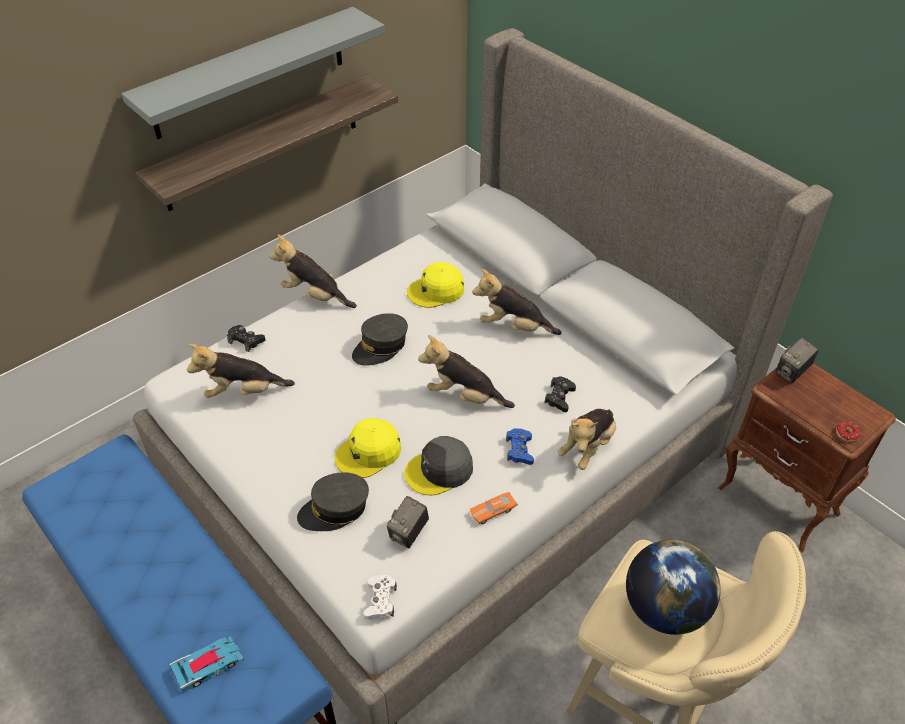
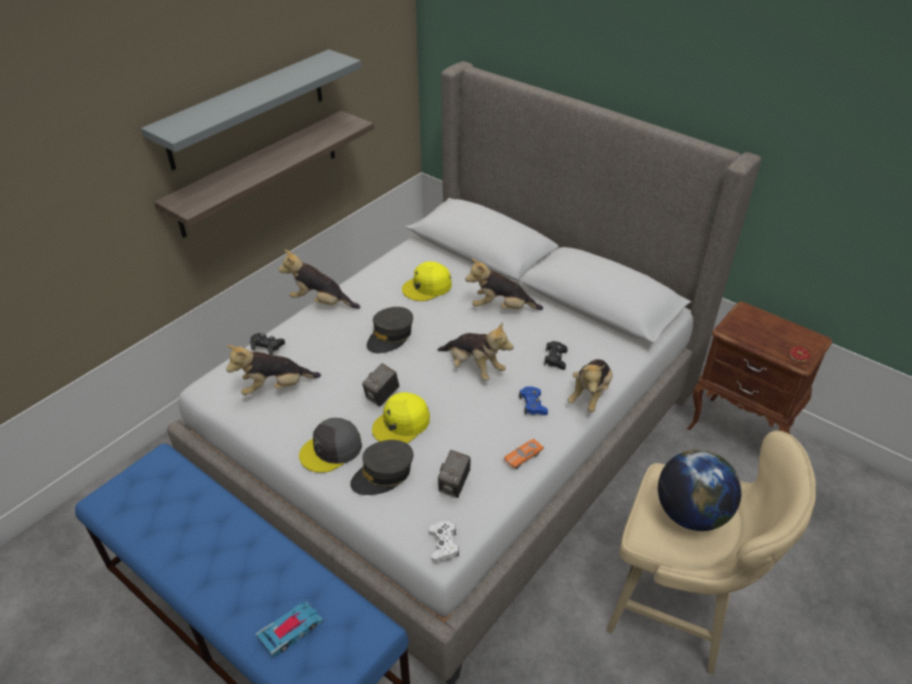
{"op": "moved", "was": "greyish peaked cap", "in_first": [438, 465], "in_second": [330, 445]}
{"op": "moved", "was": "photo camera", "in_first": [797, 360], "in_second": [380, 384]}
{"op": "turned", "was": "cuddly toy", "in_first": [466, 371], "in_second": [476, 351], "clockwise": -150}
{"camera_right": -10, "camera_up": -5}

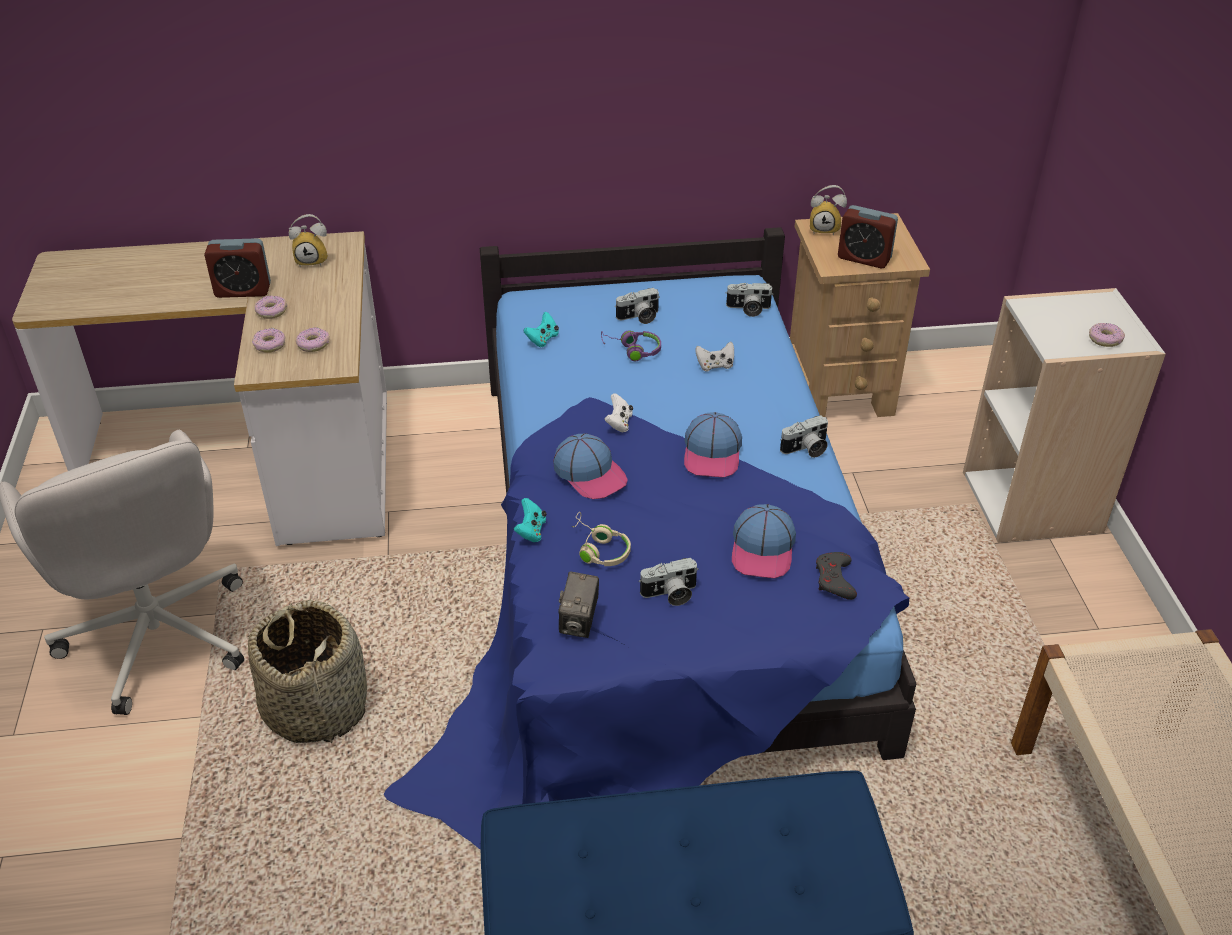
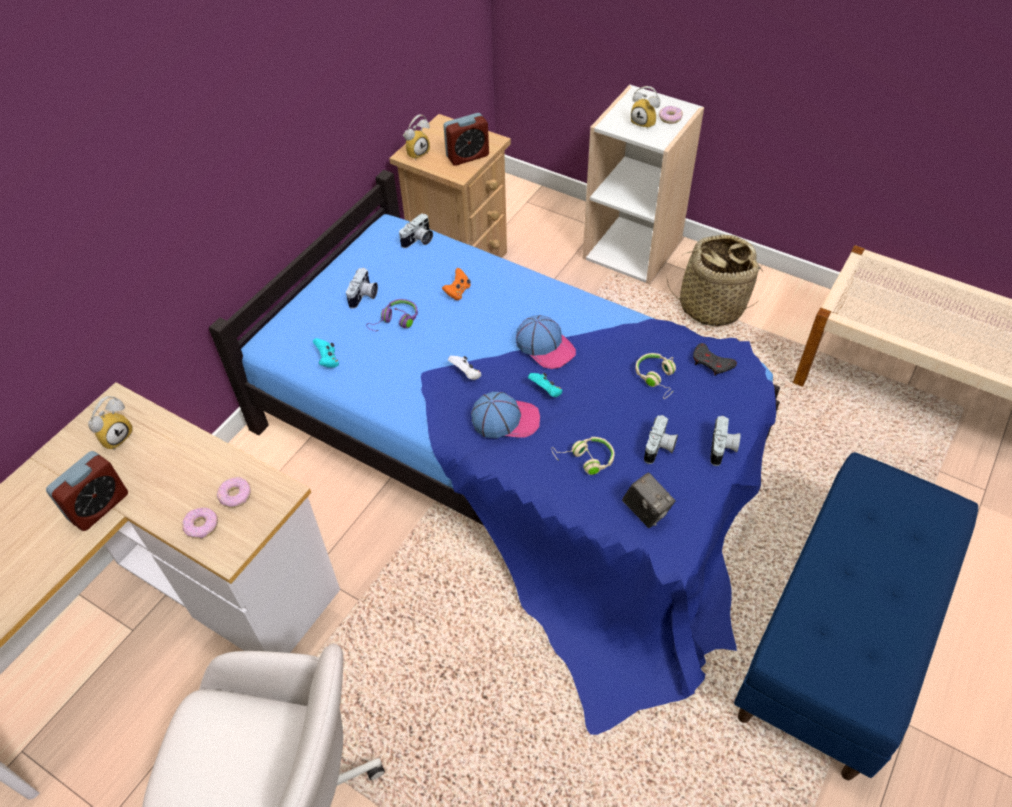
{"op": "recoloured", "was": "white-coloured gamepad", "now": "orange gamepad", "in_first": [714, 357], "in_second": [456, 284]}
{"op": "moved", "was": "turquoise gamepad", "in_first": [530, 520], "in_second": [545, 385]}
{"op": "added", "now": "alarm clock", "in_second": [645, 107]}
{"op": "replaced", "was": "peaked cap", "now": "beige headset", "in_first": [764, 541], "in_second": [655, 376]}
{"op": "moved", "was": "household basket", "in_first": [307, 671], "in_second": [715, 280]}
{"op": "moved", "was": "photo camera", "in_first": [804, 436], "in_second": [725, 441]}
{"op": "removed", "was": "doughnut", "in_first": [271, 307]}
{"camera_right": -50, "camera_up": 10}

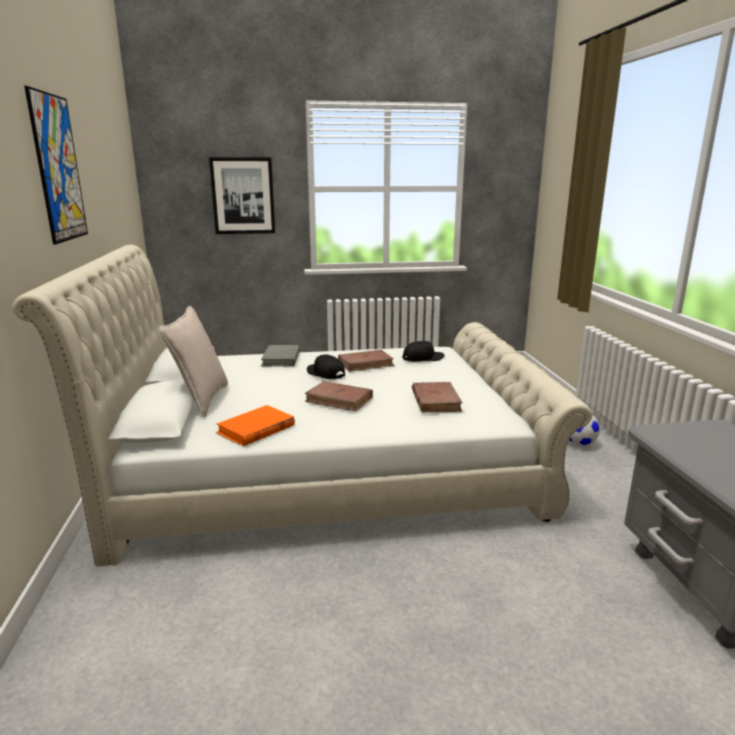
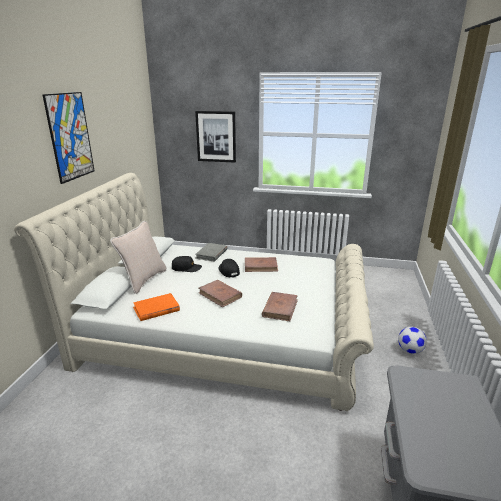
{"op": "moved", "was": "black-coloured peaked cap", "in_first": [423, 351], "in_second": [187, 264]}
{"camera_right": 20, "camera_up": 5}

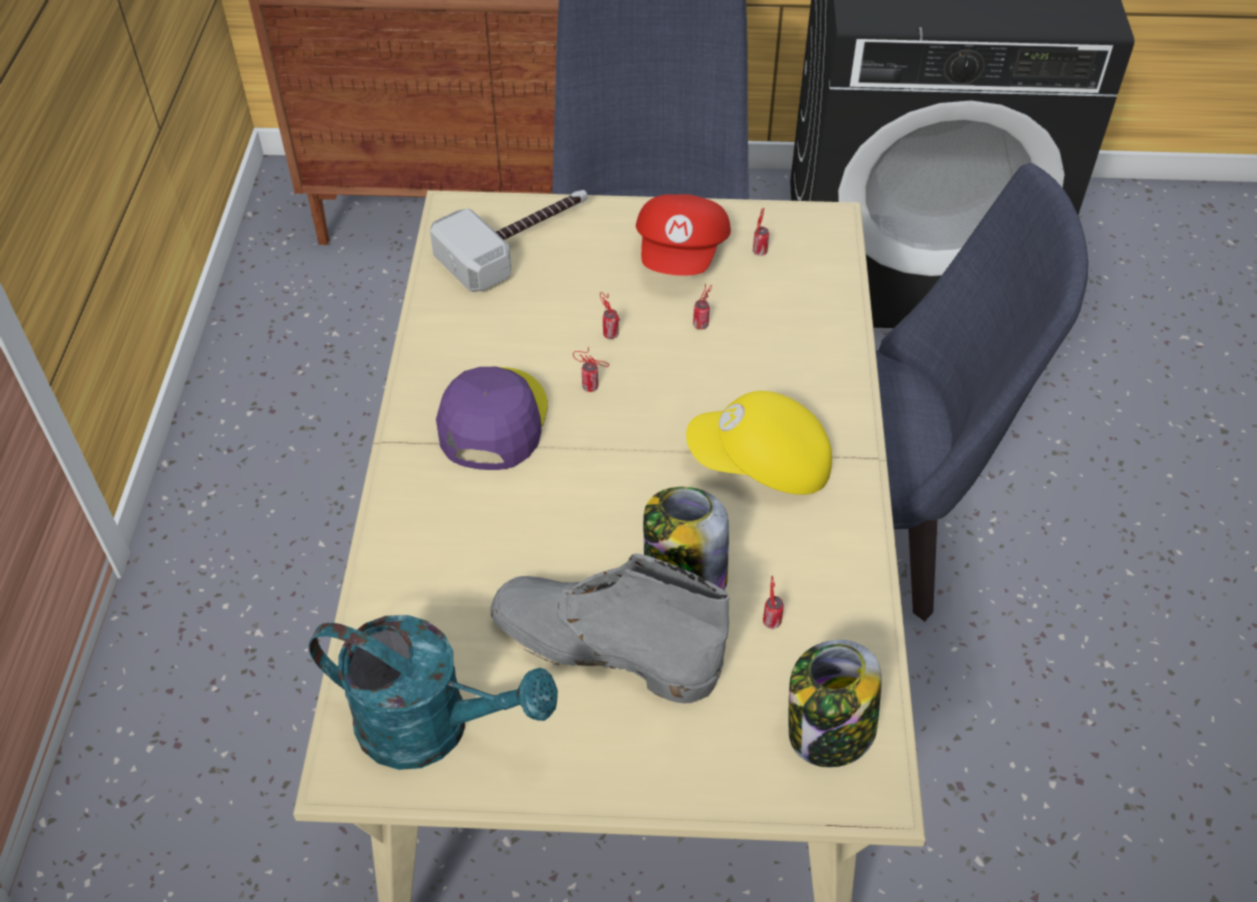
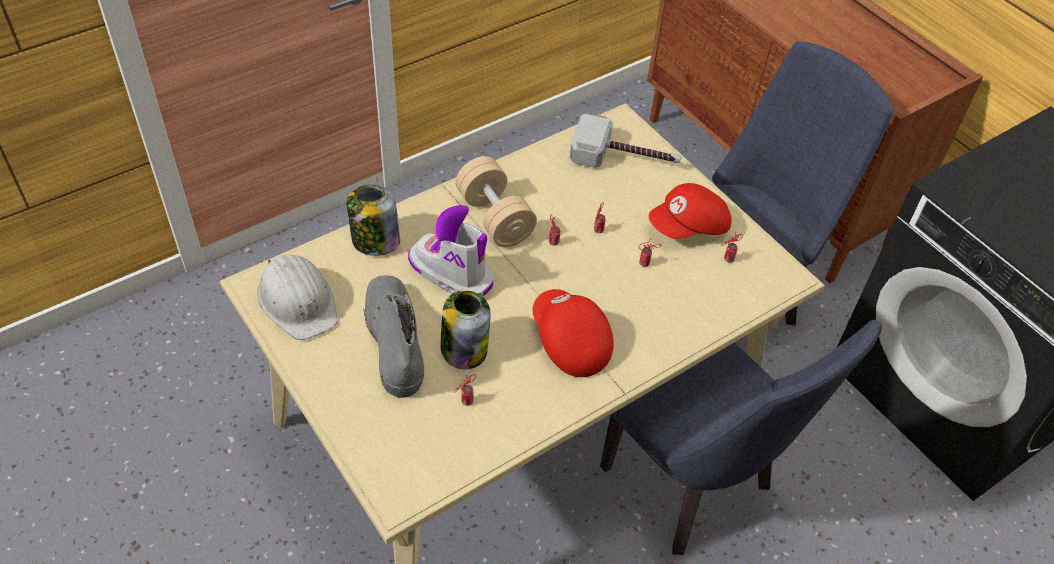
{"op": "replaced", "was": "turquoise sprinkling can", "now": "white-coloured safety helmet", "in_first": [433, 692], "in_second": [297, 297]}
{"op": "moved", "was": "preserve jar", "in_first": [835, 703], "in_second": [373, 220]}
{"op": "added", "now": "high-top boot", "in_second": [451, 251]}
{"op": "replaced", "was": "purplish peaked cap", "now": "beige hand weight", "in_first": [492, 418], "in_second": [496, 201]}
{"op": "recoloured", "was": "yellow peaked cap", "now": "red-coloured peaked cap", "in_first": [759, 443], "in_second": [573, 333]}
{"camera_right": 50, "camera_up": 0}

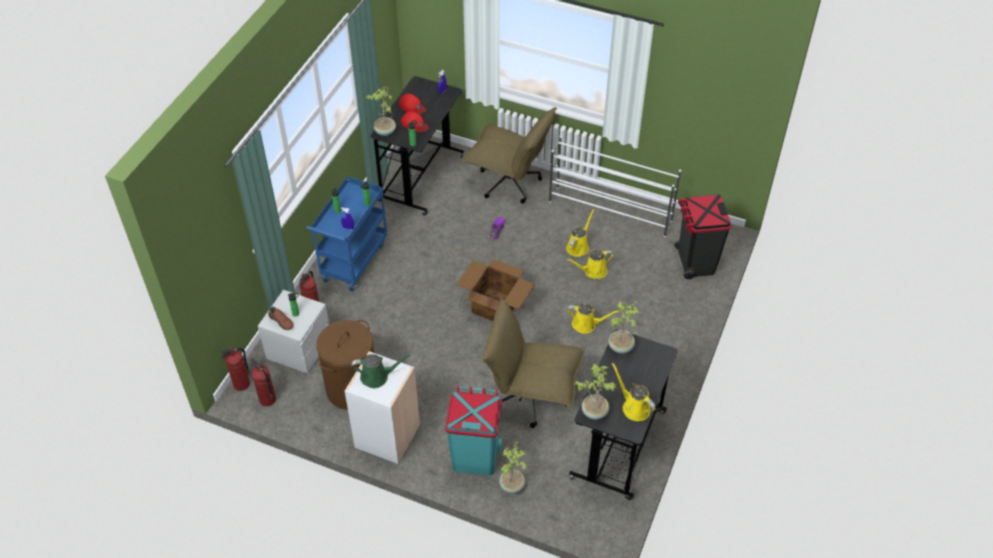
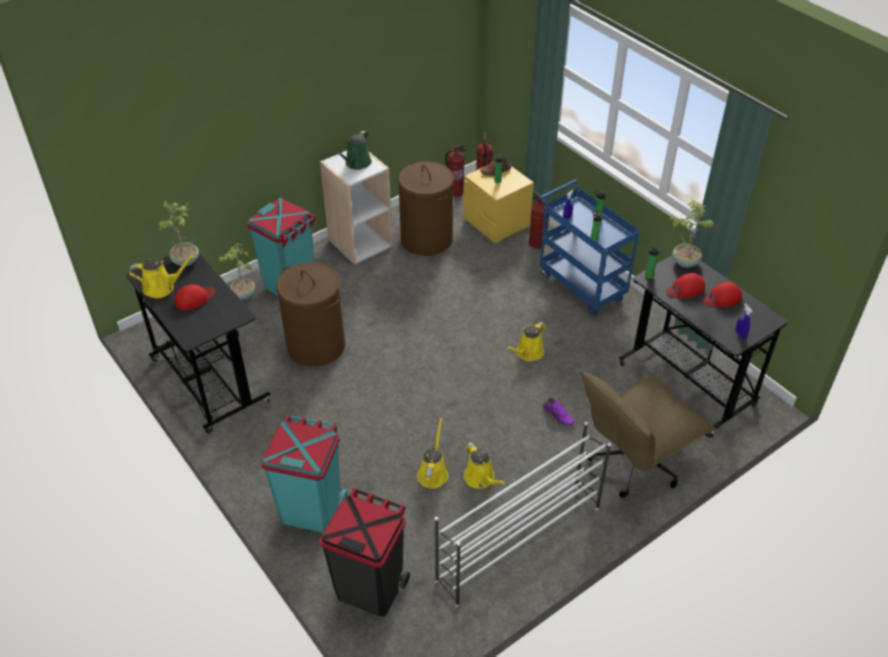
{"op": "added", "now": "red-coloured peaked cap", "in_second": [195, 297]}
{"op": "added", "now": "turquoise waste bin", "in_second": [304, 473]}
{"op": "replaced", "was": "beige desk chair", "now": "brownish washing basket", "in_first": [533, 362], "in_second": [311, 315]}
{"op": "recoloured", "was": "white-coloured night table", "now": "yellow night table", "in_first": [293, 331], "in_second": [499, 204]}
{"op": "moved", "was": "yellow sprinkling can", "in_first": [593, 319], "in_second": [526, 341]}
{"op": "removed", "was": "cardboard box", "in_first": [495, 290]}
{"op": "removed", "was": "plant in a pot", "in_first": [624, 327]}
{"camera_right": 120, "camera_up": -5}

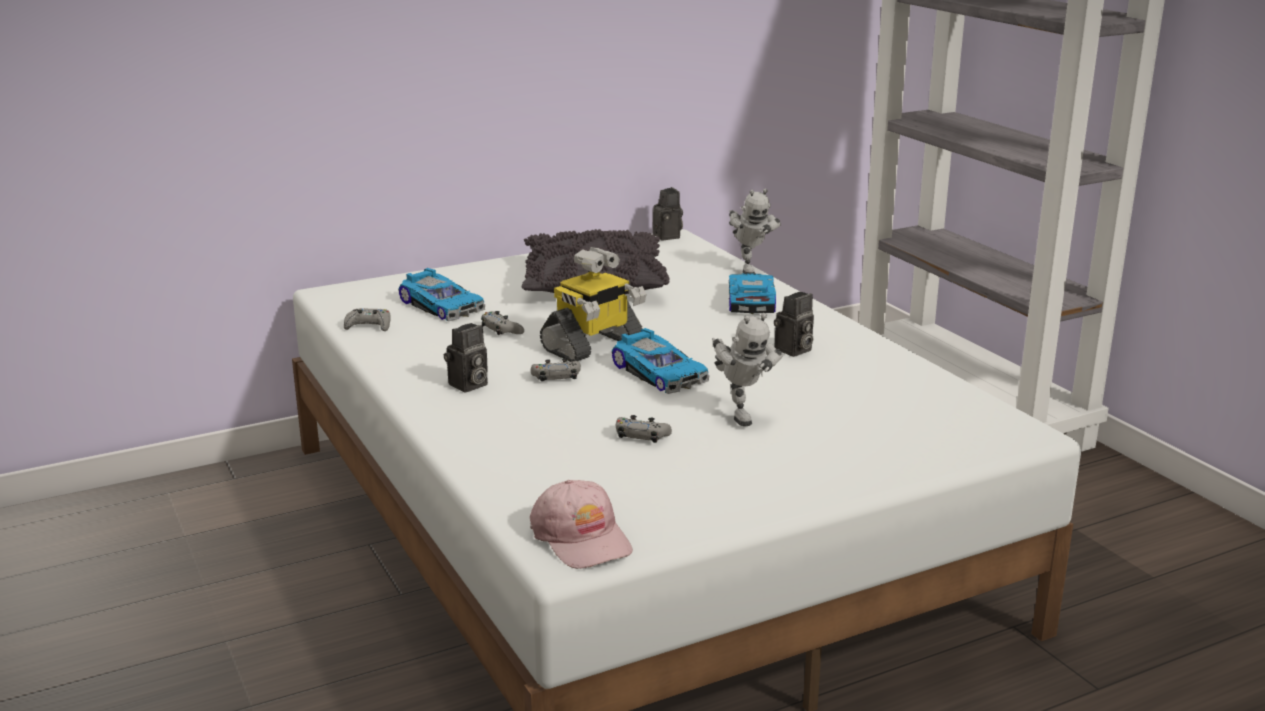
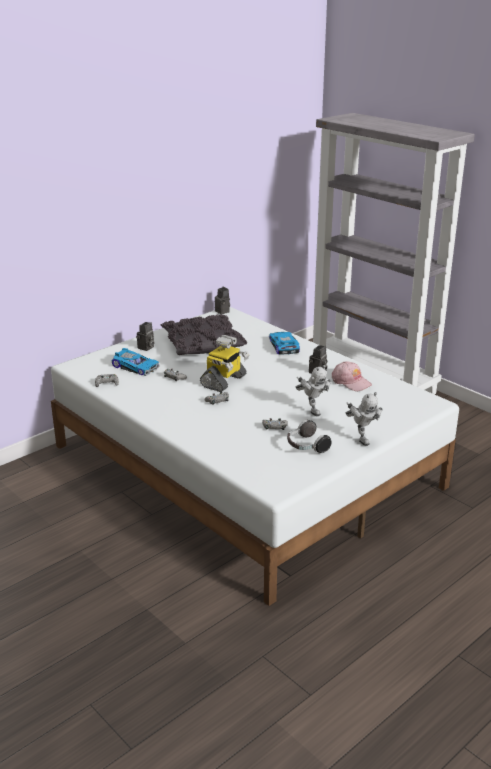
{"op": "moved", "was": "photo camera", "in_first": [466, 357], "in_second": [145, 336]}
{"op": "added", "now": "headset", "in_second": [309, 437]}
{"op": "moved", "was": "pink-coloured peaked cap", "in_first": [581, 524], "in_second": [352, 376]}
{"op": "moved", "was": "toy robot", "in_first": [755, 231], "in_second": [363, 419]}
{"op": "removed", "was": "model car", "in_first": [661, 361]}
{"camera_right": -15, "camera_up": 5}

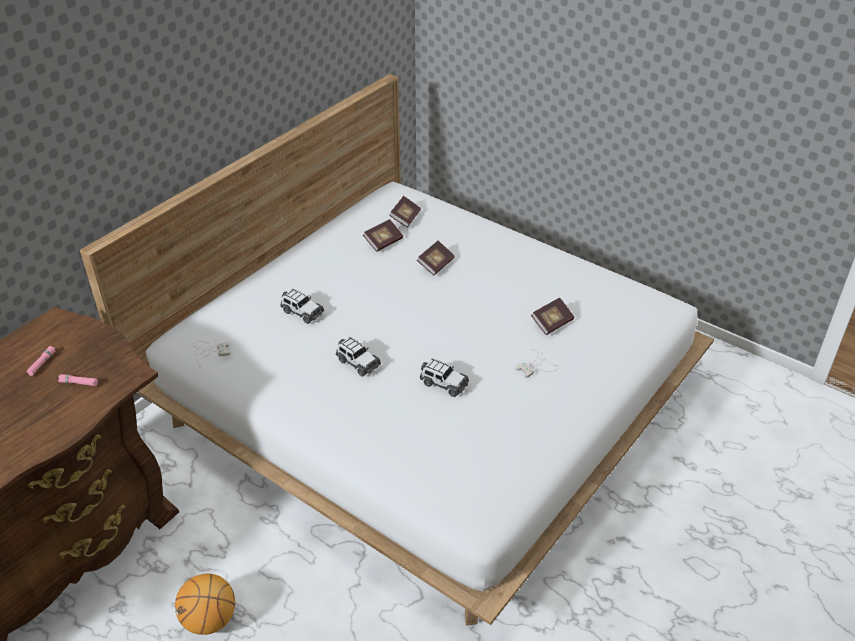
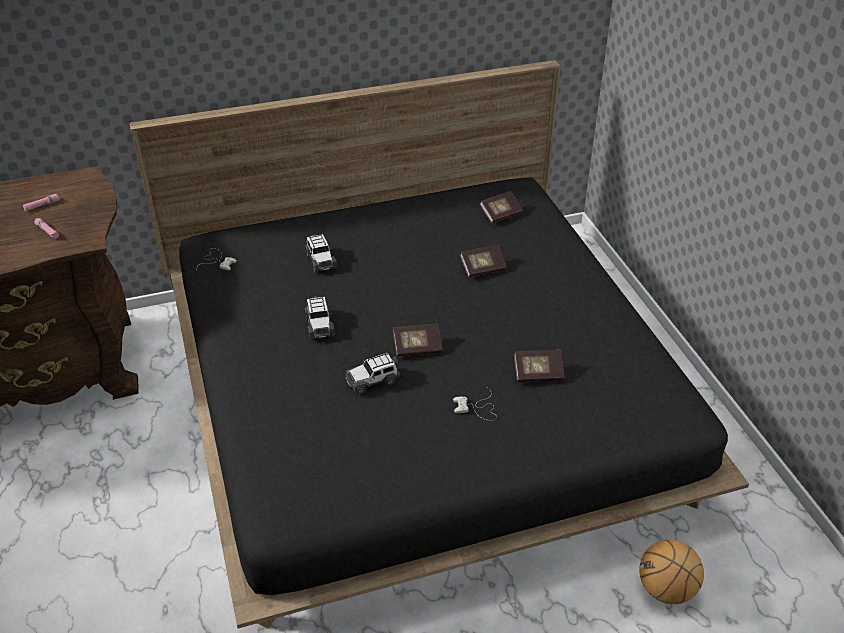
{"op": "recoloured", "was": "white-coloured sleeping bed", "now": "black-coloured sleeping bed", "in_first": [397, 349], "in_second": [439, 344]}
{"op": "turned", "was": "model car", "in_first": [444, 377], "in_second": [372, 373], "clockwise": 90}
{"op": "moved", "was": "volume", "in_first": [383, 235], "in_second": [417, 340]}
{"op": "moved", "was": "ball for basketball", "in_first": [205, 604], "in_second": [671, 572]}
{"camera_right": 35, "camera_up": 0}

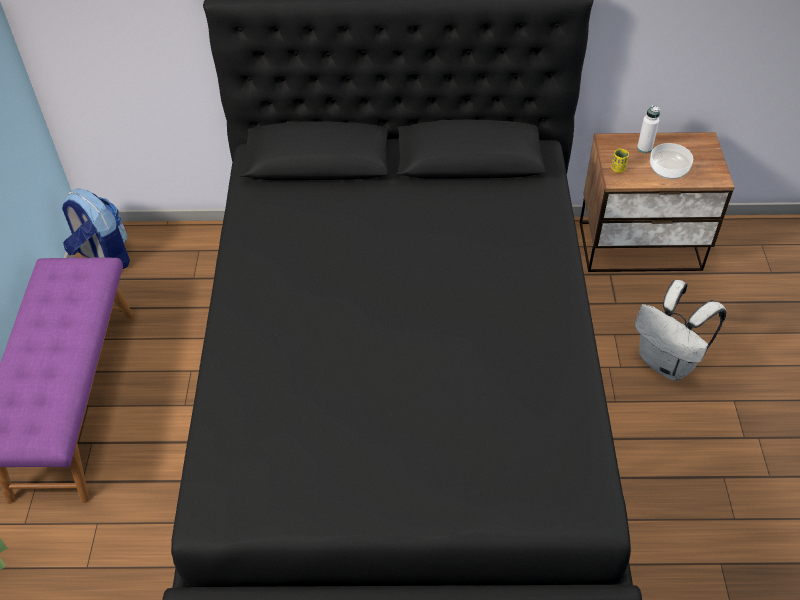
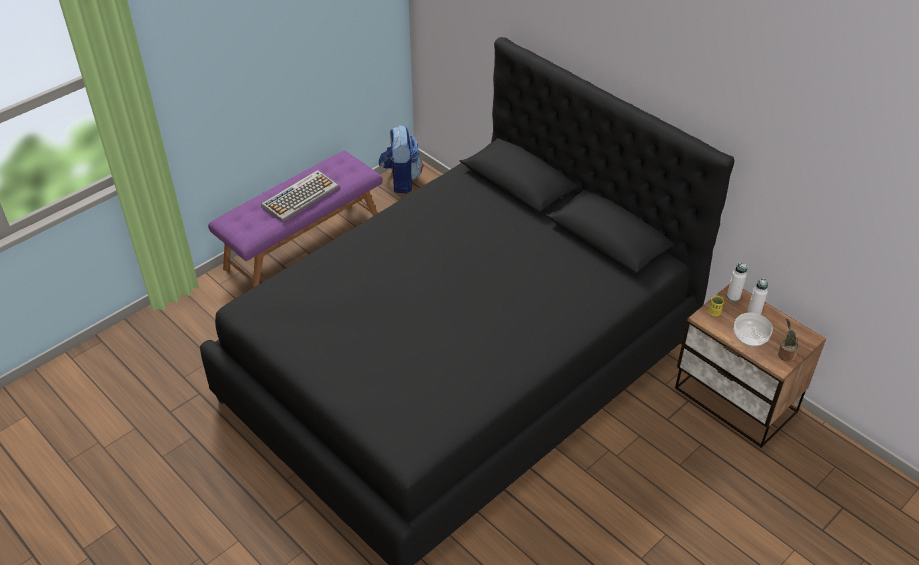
{"op": "added", "now": "PC keyboard", "in_second": [300, 196]}
{"op": "added", "now": "white-coloured bottle", "in_second": [737, 282]}
{"op": "added", "now": "plant in a pot", "in_second": [788, 340]}
{"op": "removed", "was": "white-coloured backpack", "in_first": [681, 330]}
{"camera_right": 45, "camera_up": -5}

